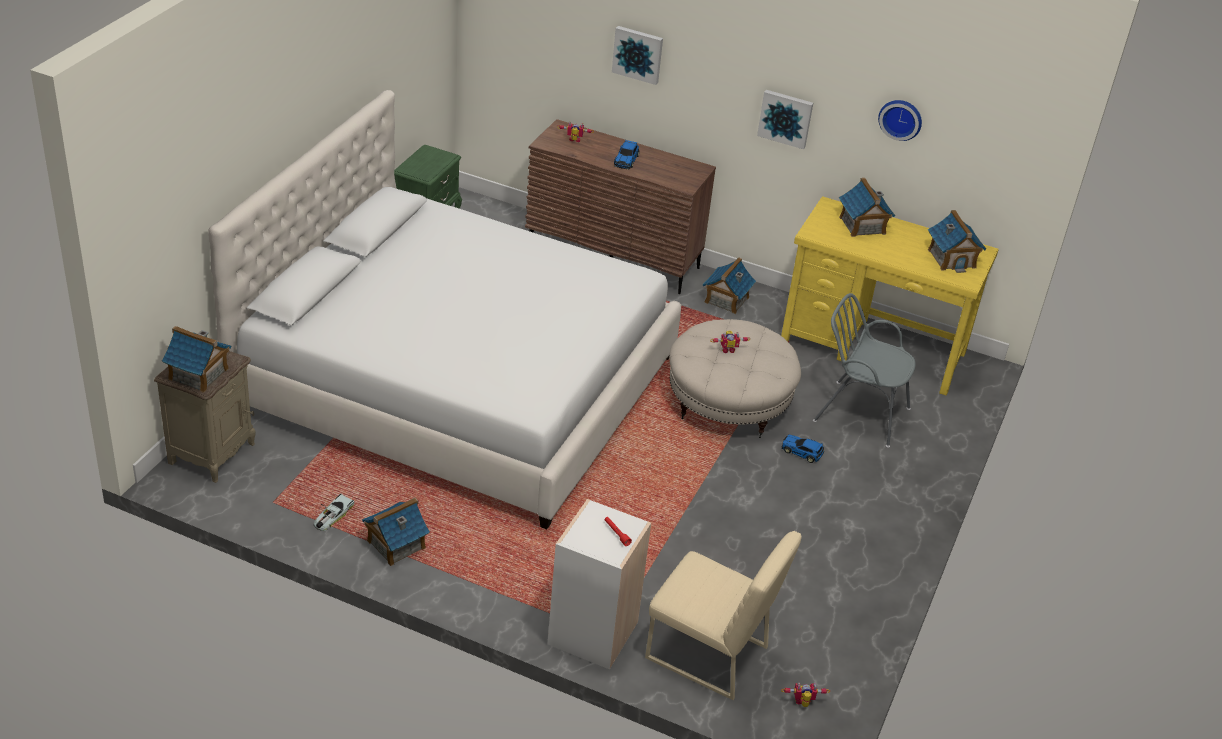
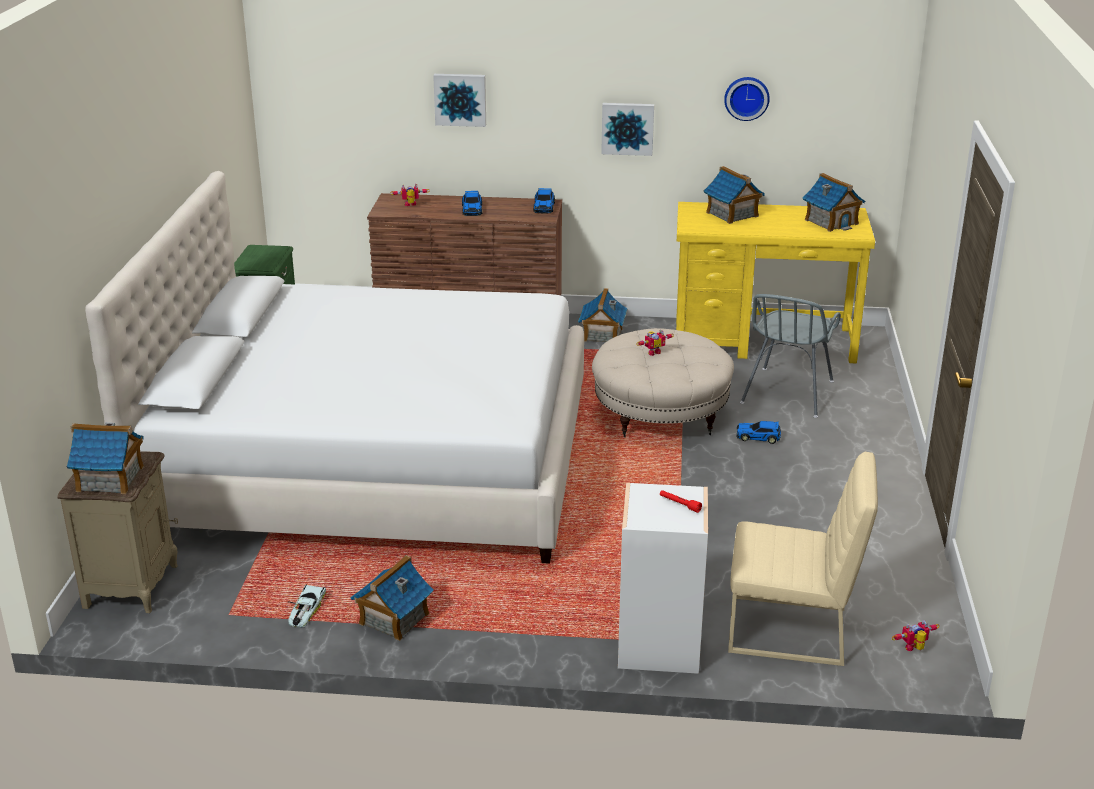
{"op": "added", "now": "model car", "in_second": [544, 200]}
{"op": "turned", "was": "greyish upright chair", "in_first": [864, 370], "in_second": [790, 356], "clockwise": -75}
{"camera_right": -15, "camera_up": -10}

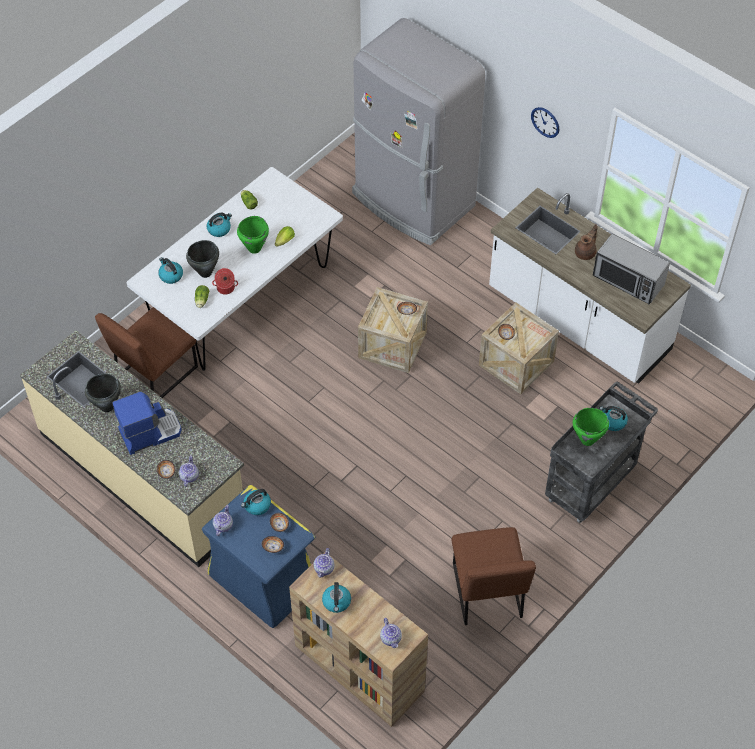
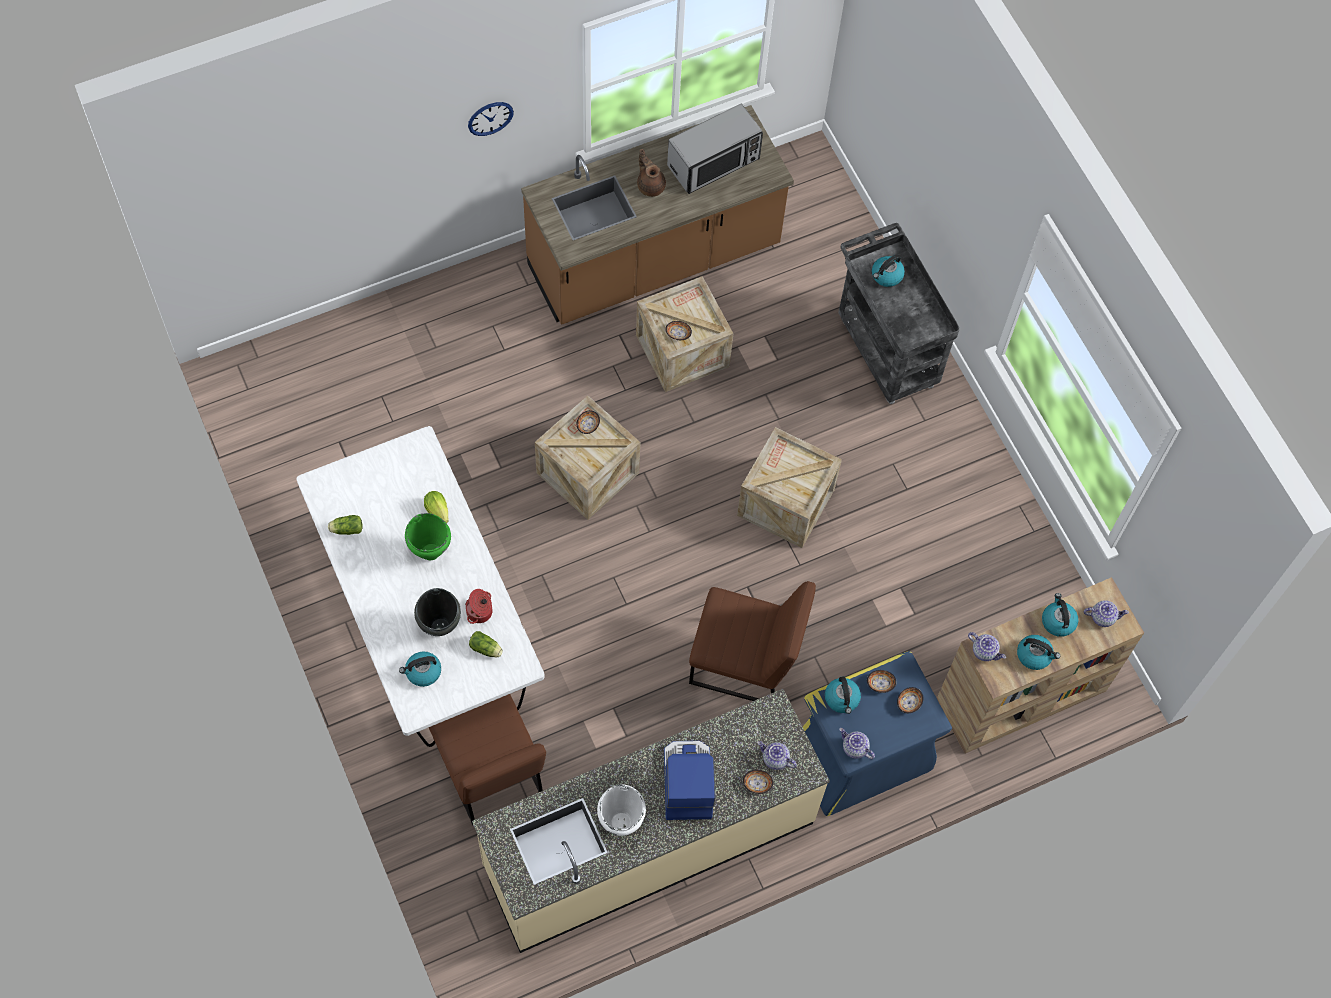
{"op": "recoloured", "was": "white-coloured counter", "now": "brownish counter", "in_first": [590, 286], "in_second": [657, 215]}
{"op": "recoloured", "was": "black-coloured saucepot", "now": "white-coloured saucepot", "in_first": [103, 393], "in_second": [621, 810]}
{"op": "moved", "was": "brownish upright chair", "in_first": [494, 576], "in_second": [752, 641]}
{"op": "added", "now": "crate", "in_second": [789, 487]}
{"op": "moved", "was": "kettle", "in_first": [219, 225], "in_second": [1060, 615]}
{"op": "removed", "was": "greyish fridge", "in_first": [418, 131]}
{"op": "removed", "was": "green saucepot", "in_first": [591, 427]}
{"camera_right": -70, "camera_up": 10}

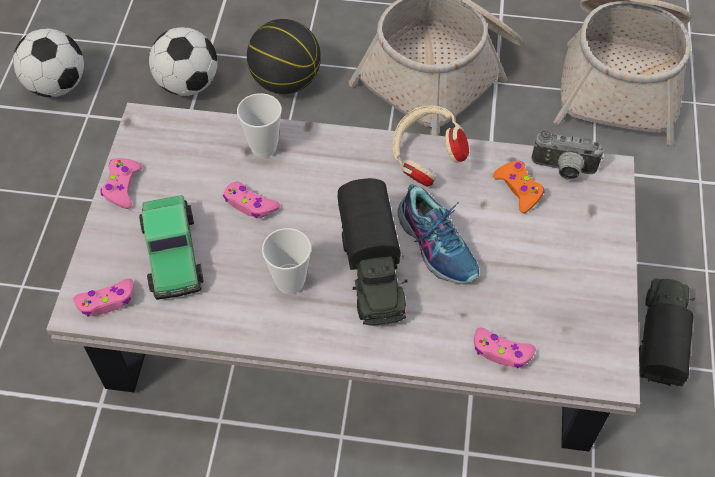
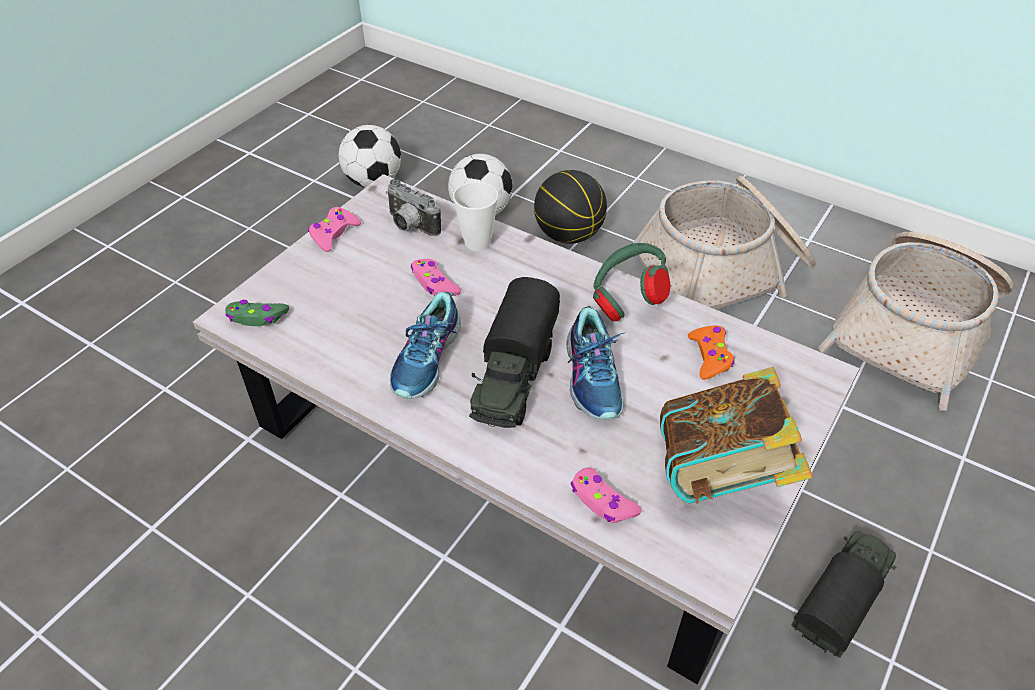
{"op": "recoloured", "was": "pink-coloured gamepad", "now": "green gamepad", "in_first": [103, 297], "in_second": [257, 313]}
{"op": "moved", "was": "photo camera", "in_first": [568, 155], "in_second": [413, 207]}
{"op": "replaced", "was": "drinking cup", "now": "shoe", "in_first": [286, 261], "in_second": [425, 345]}
{"op": "recoloured", "was": "beige headset", "now": "green headset", "in_first": [430, 146], "in_second": [631, 282]}
{"op": "added", "now": "volume", "in_second": [736, 435]}
{"op": "removed", "was": "model car", "in_first": [171, 247]}
{"camera_right": 25, "camera_up": -10}

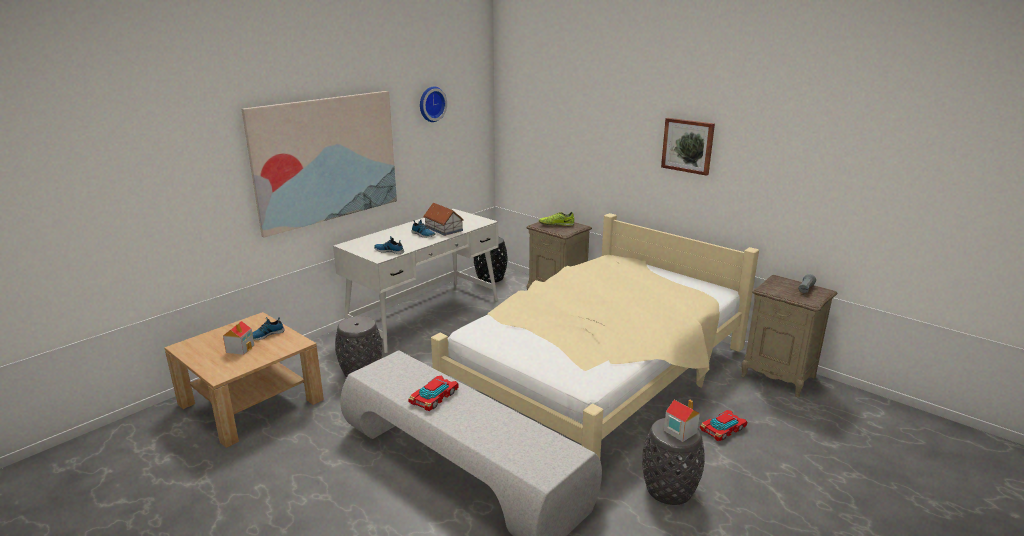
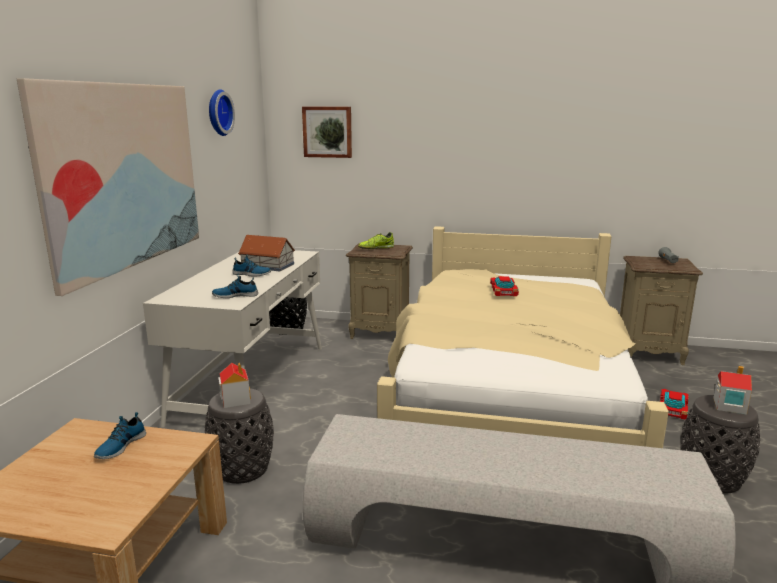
{"op": "moved", "was": "toy house", "in_first": [238, 338], "in_second": [234, 385]}
{"op": "moved", "was": "wall art", "in_first": [688, 147], "in_second": [327, 132]}
{"op": "moved", "was": "model car", "in_first": [433, 393], "in_second": [504, 286]}
{"camera_right": -30, "camera_up": -5}

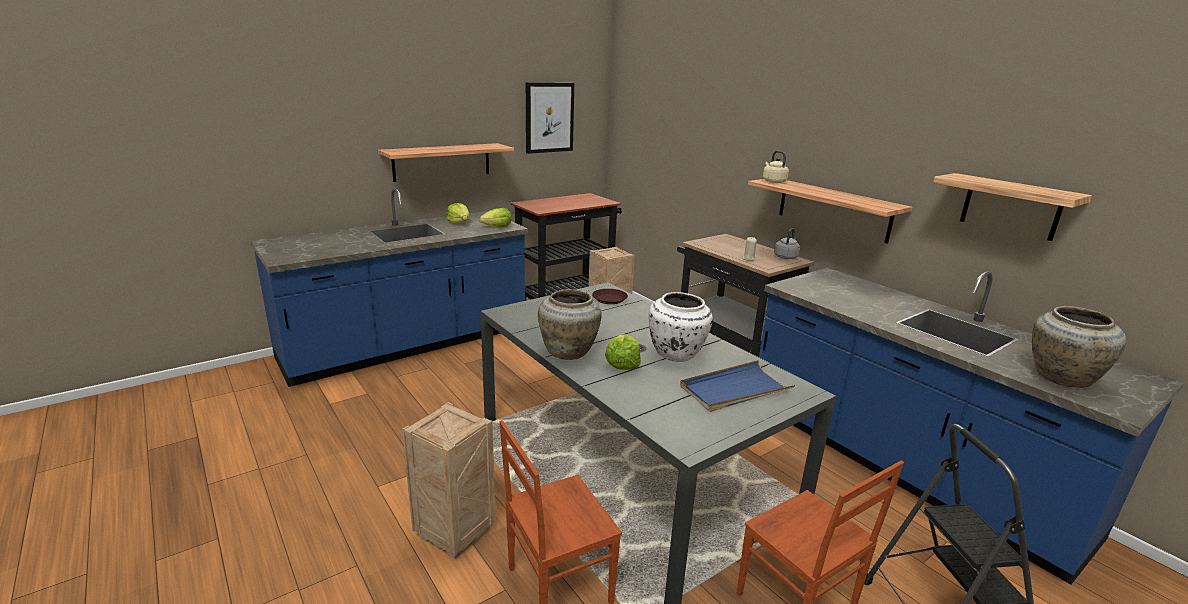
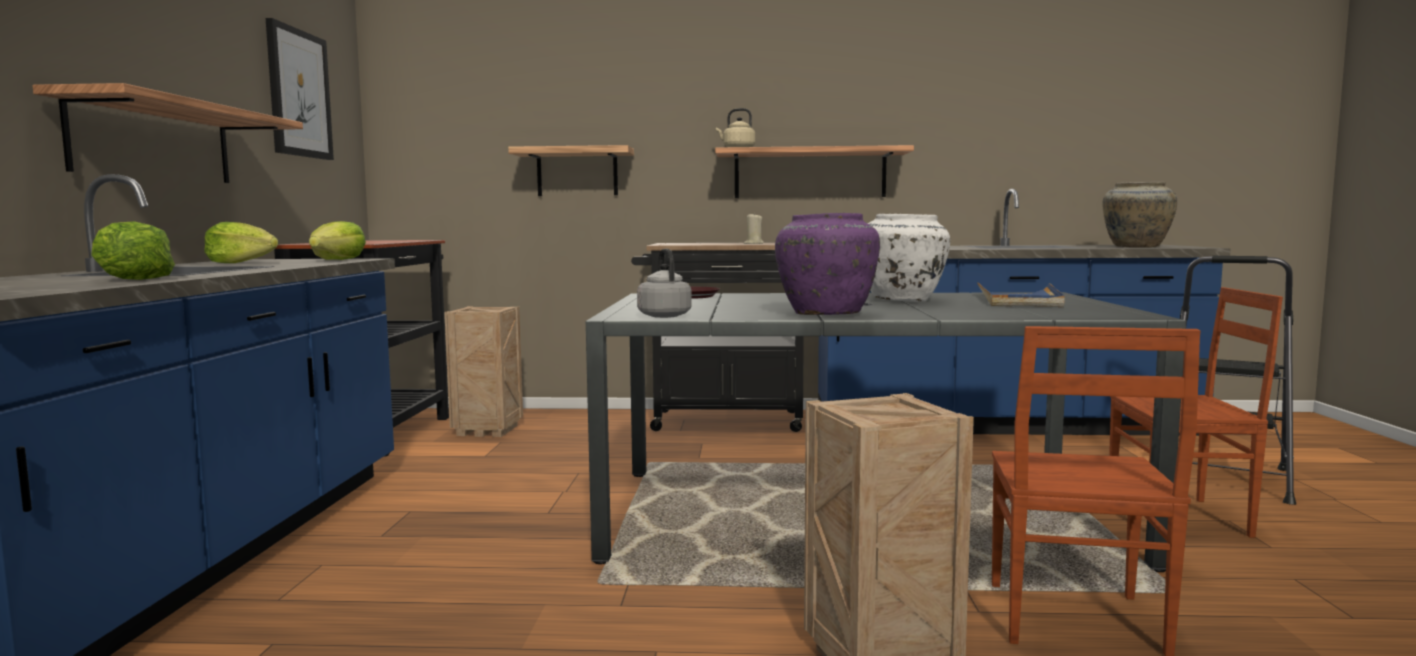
{"op": "moved", "was": "lettuce", "in_first": [623, 352], "in_second": [133, 250]}
{"op": "moved", "was": "bracket shelf", "in_first": [1012, 207], "in_second": [571, 170]}
{"op": "moved", "was": "greyish kettle", "in_first": [787, 243], "in_second": [664, 283]}
{"op": "recoloured", "was": "beige flower vase", "now": "purplish flower vase", "in_first": [570, 324], "in_second": [827, 264]}
{"camera_right": -50, "camera_up": -15}

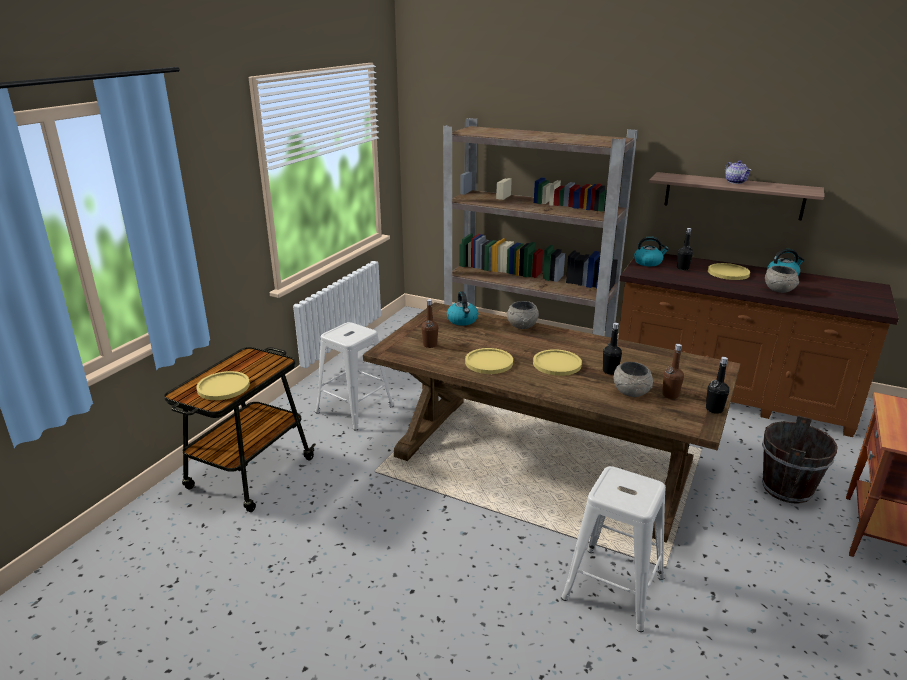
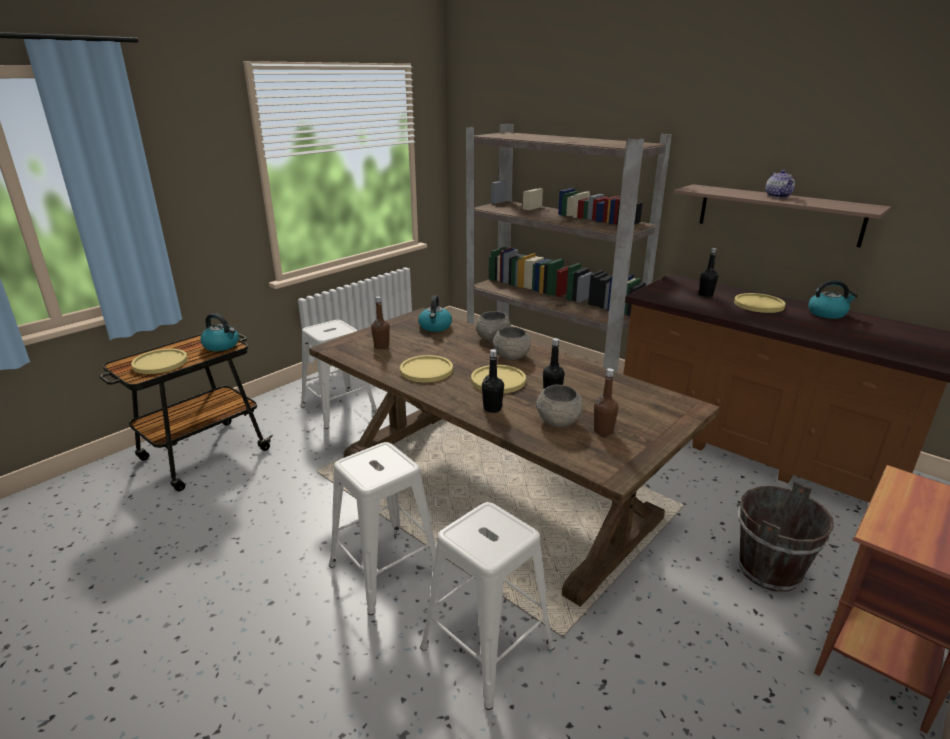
{"op": "moved", "was": "kettle", "in_first": [651, 251], "in_second": [219, 332]}
{"op": "added", "now": "white-coloured stool", "in_second": [386, 528]}
{"op": "moved", "was": "black-coloured bottle", "in_first": [717, 385], "in_second": [493, 381]}
{"op": "moved", "was": "greyish serving bowl", "in_first": [782, 279], "in_second": [511, 343]}
{"camera_right": 15, "camera_up": 0}

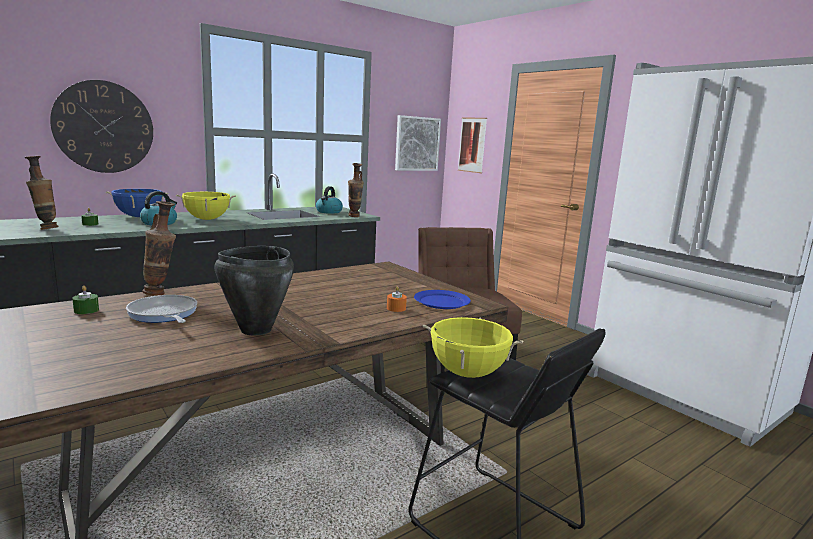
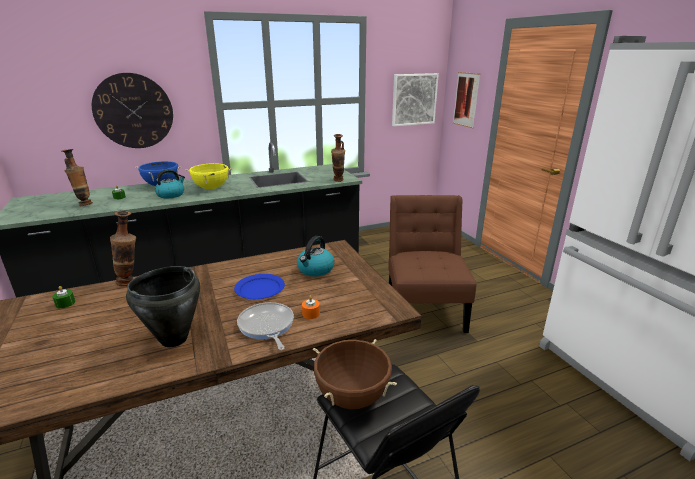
{"op": "moved", "was": "blue-coloured dinner plate", "in_first": [442, 299], "in_second": [259, 286]}
{"op": "moved", "was": "pan", "in_first": [161, 309], "in_second": [265, 326]}
{"op": "moved", "was": "kettle", "in_first": [329, 200], "in_second": [316, 256]}
{"op": "recoloured", "was": "yellow saucepot", "now": "brownish saucepot", "in_first": [473, 347], "in_second": [355, 374]}
{"camera_right": 15, "camera_up": 10}

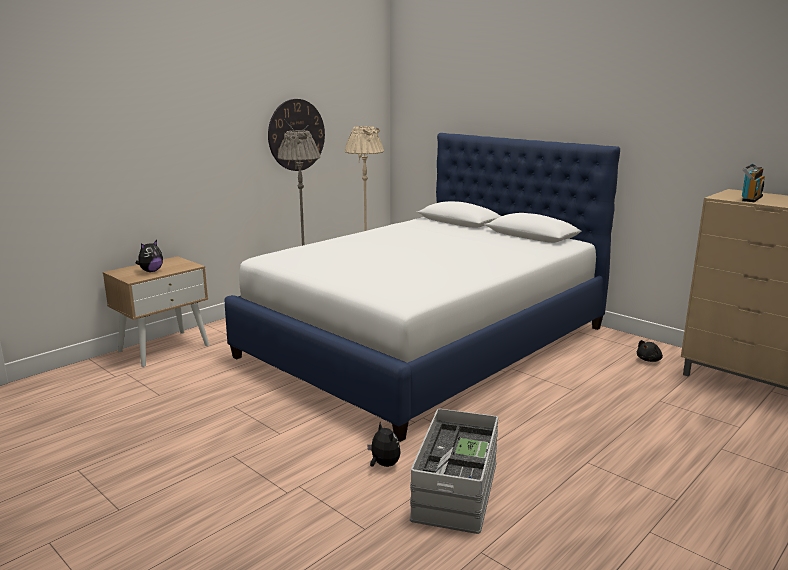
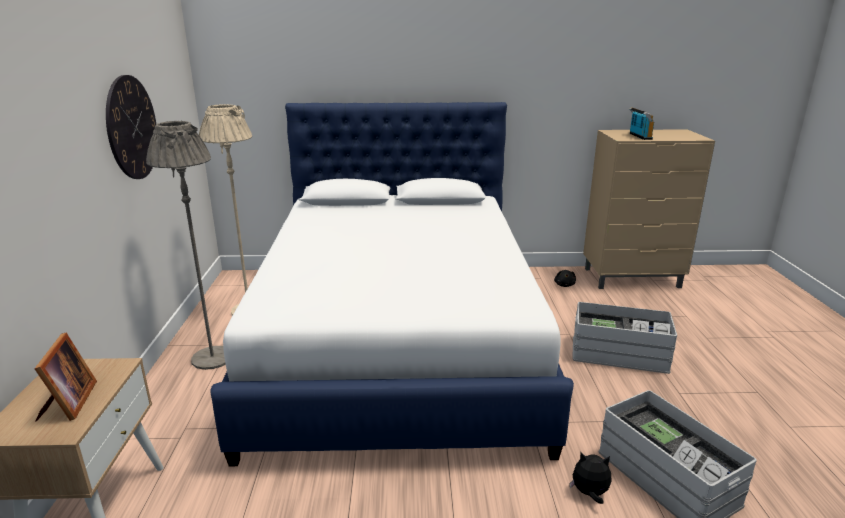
{"op": "replaced", "was": "cuddly toy", "now": "standing frame", "in_first": [149, 256], "in_second": [65, 377]}
{"op": "added", "now": "greyish storage container", "in_second": [624, 338]}
{"camera_right": -45, "camera_up": 5}

